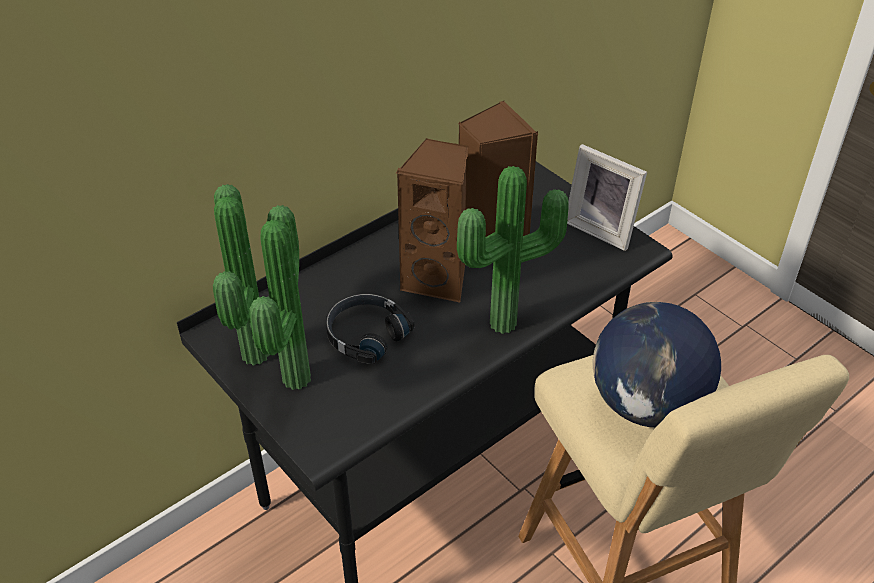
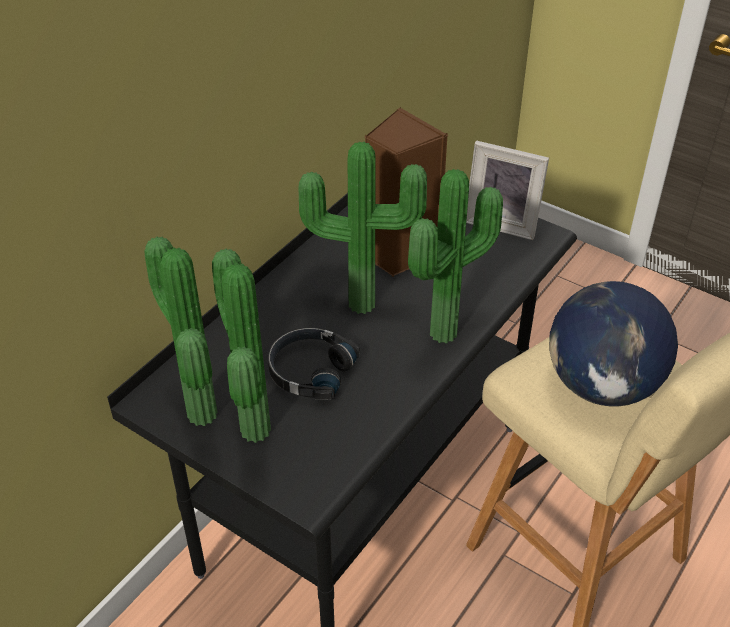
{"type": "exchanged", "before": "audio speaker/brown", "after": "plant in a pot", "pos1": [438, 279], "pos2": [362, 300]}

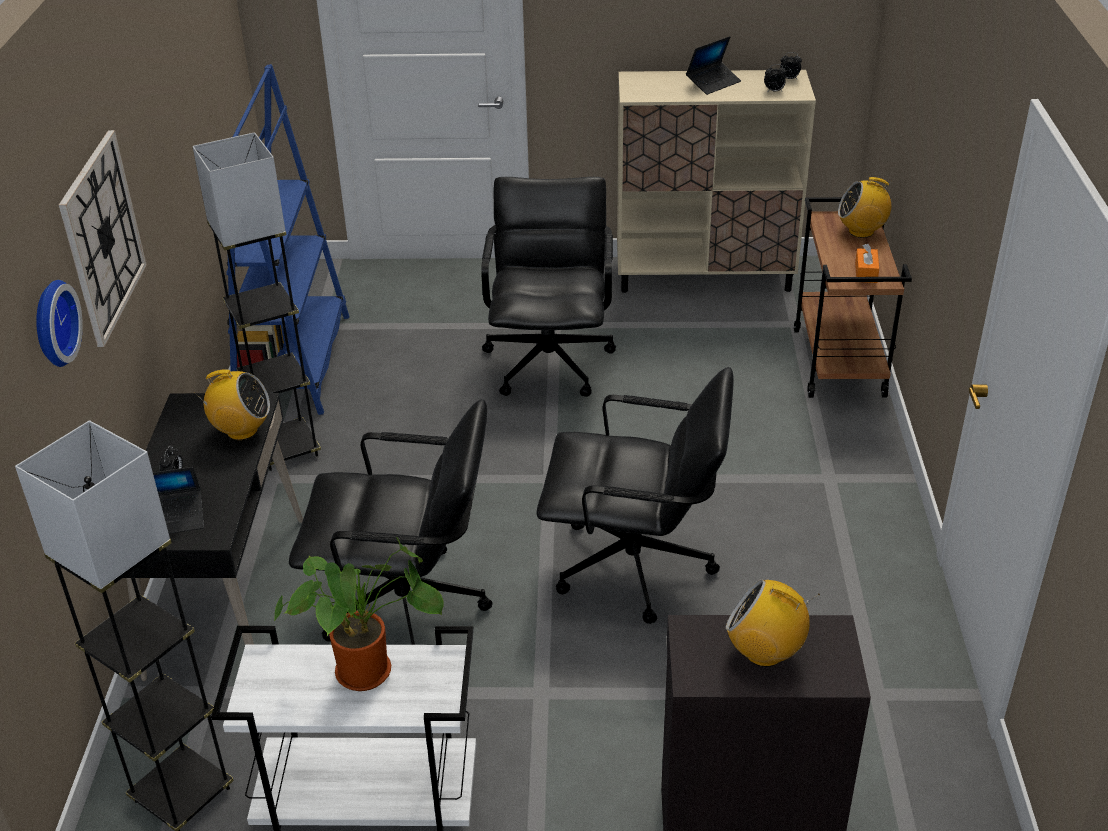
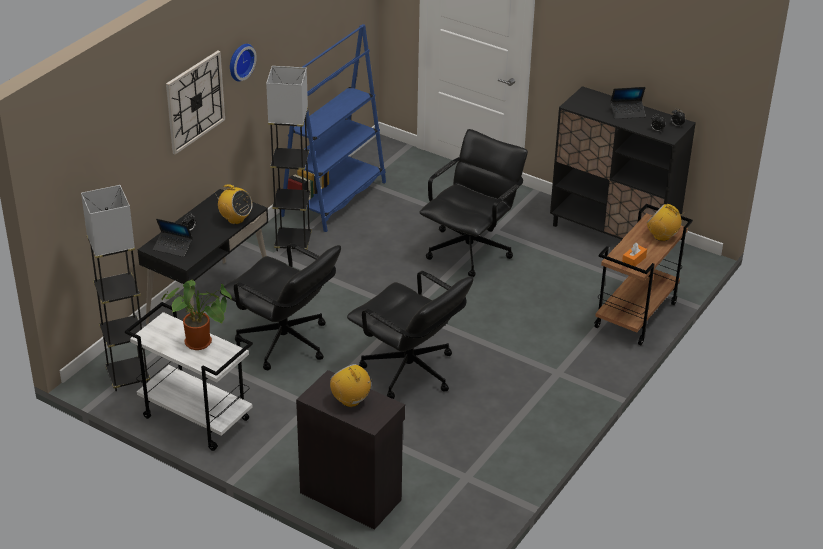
{"type": "colour", "before": "cabinet/sand-coloured", "after": "cabinet/black-coloured", "pos1": [705, 276], "pos2": [613, 234]}
{"type": "relocated", "before": "clock on the wall", "pos1": [51, 323], "pos2": [239, 61]}

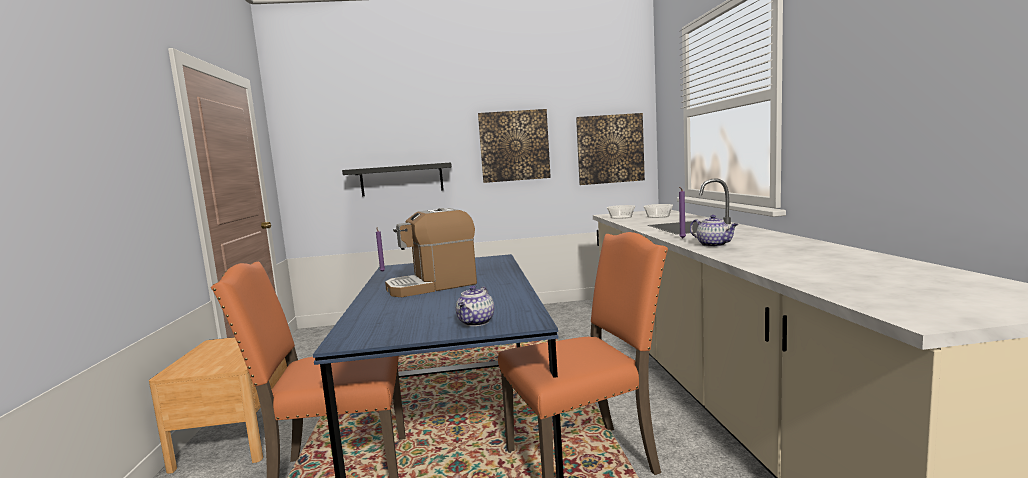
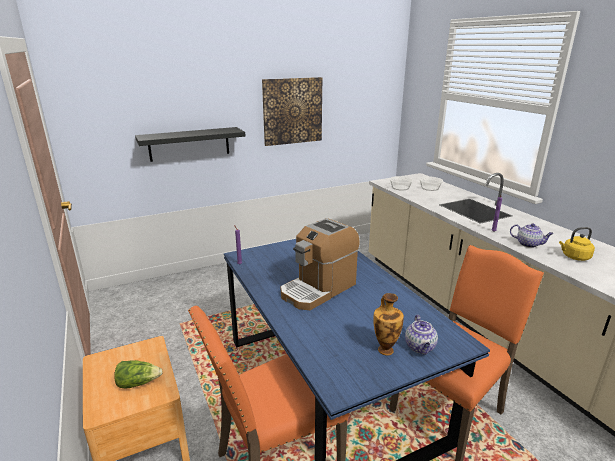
{"type": "missing", "before": "picture", "pos1": [610, 149]}
{"type": "appeared", "after": "water kettle/yellowish", "pos2": [574, 257]}
{"type": "appeared", "after": "flower vase", "pos2": [385, 349]}
{"type": "appeared", "after": "lettuce head", "pos2": [138, 383]}

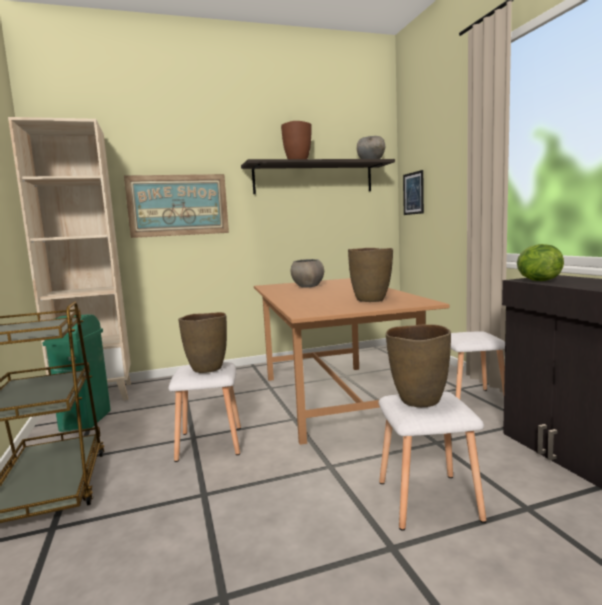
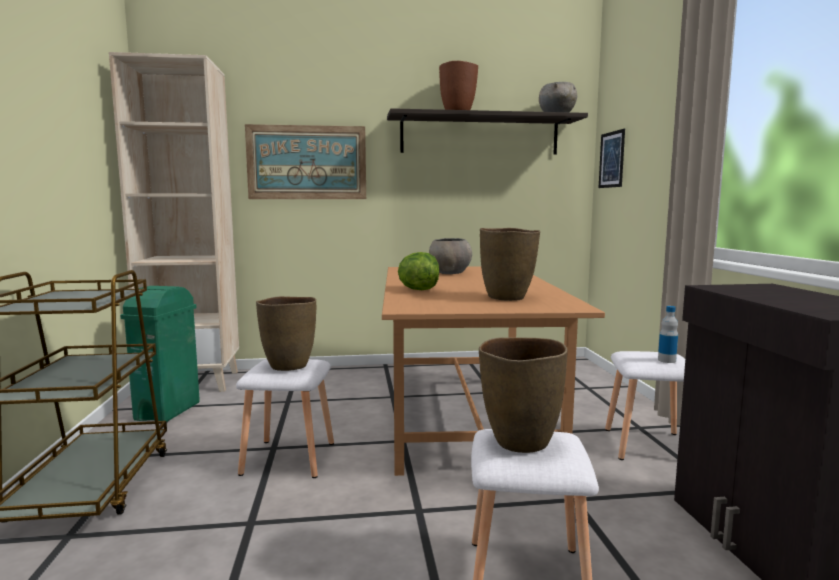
{"type": "relocated", "before": "lettuce head", "pos1": [537, 281], "pos2": [418, 289]}
{"type": "appeared", "after": "drink bottle", "pos2": [666, 360]}

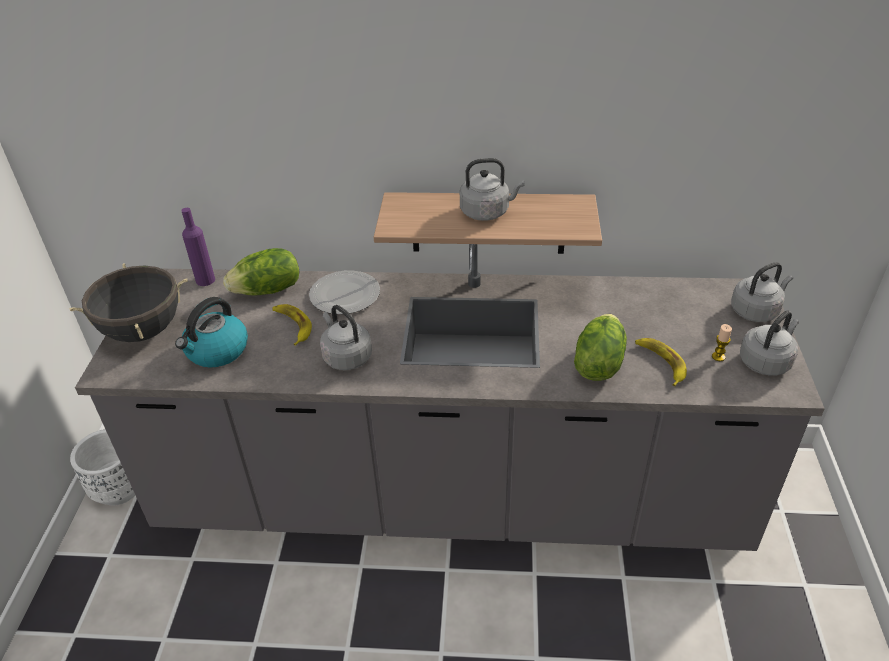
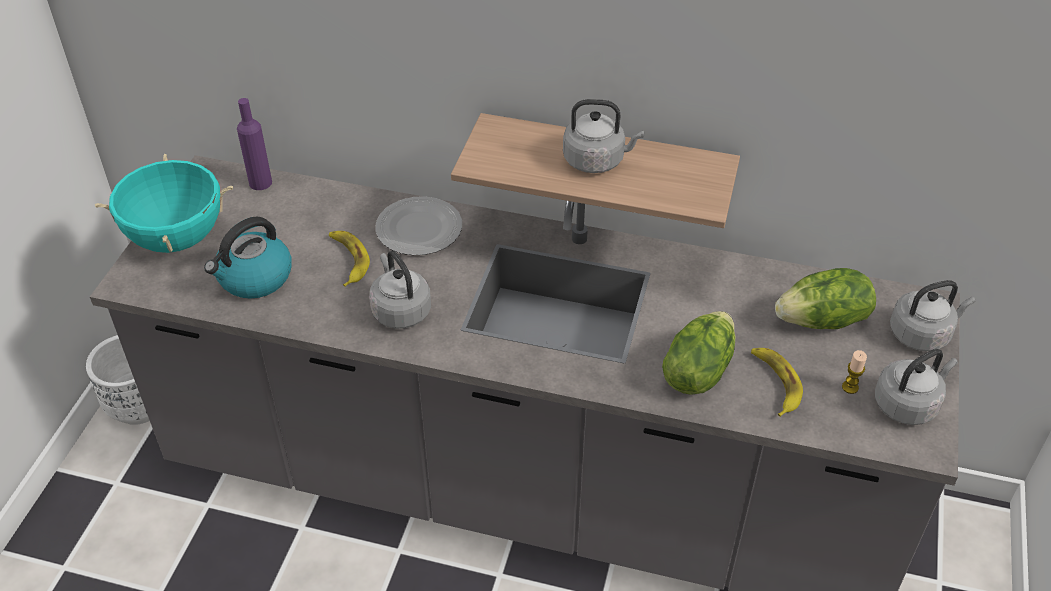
{"type": "relocated", "before": "lettuce head", "pos1": [268, 290], "pos2": [823, 321]}
{"type": "colour", "before": "stockpot/black-coloured", "after": "stockpot/blue-green", "pos1": [143, 331], "pos2": [177, 238]}

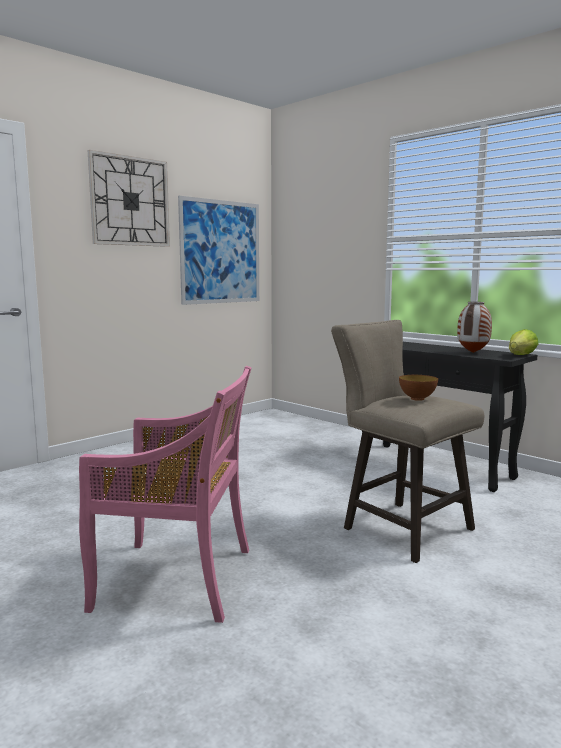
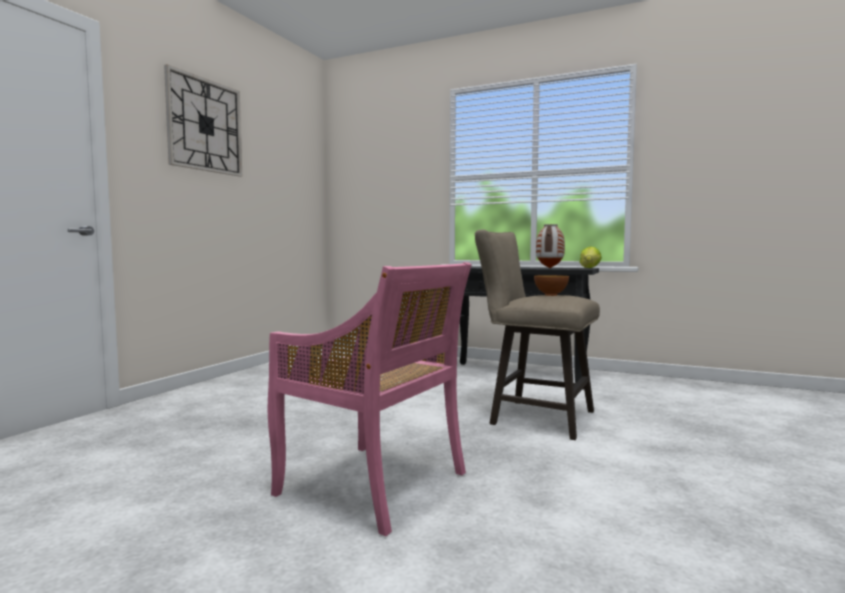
{"type": "missing", "before": "picture", "pos1": [221, 252]}
{"type": "spun", "before": "chair/pink-coloured", "pos1": [178, 579], "pos2": [375, 485], "turn": 45}

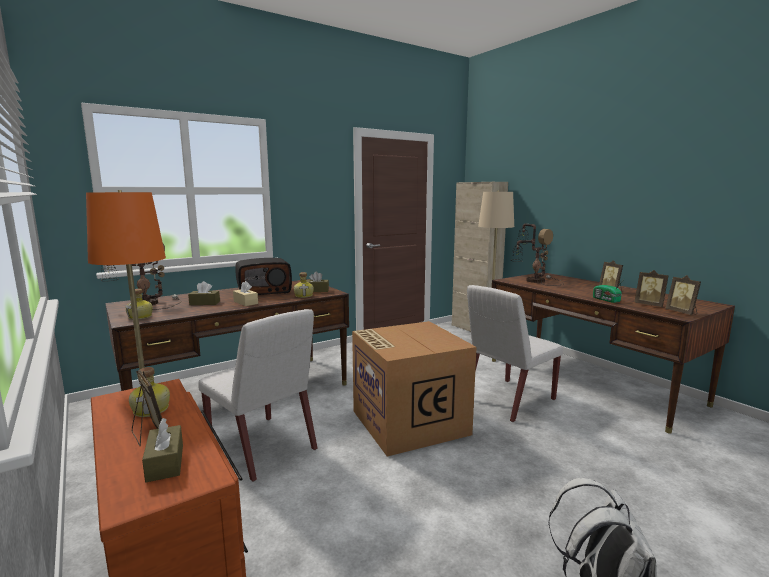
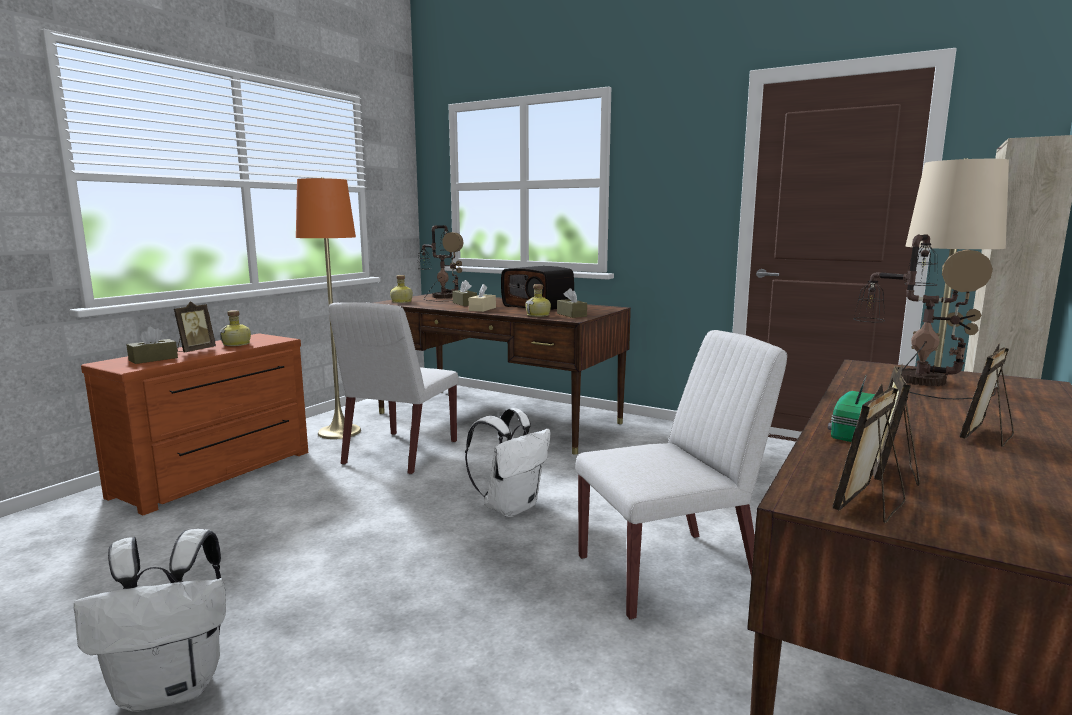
{"type": "spun", "before": "chair/whitish", "pos1": [508, 400], "pos2": [669, 572], "turn": 135}
{"type": "exchanged", "before": "packing box", "after": "rucksack/whitish", "pos1": [407, 422], "pos2": [511, 507]}

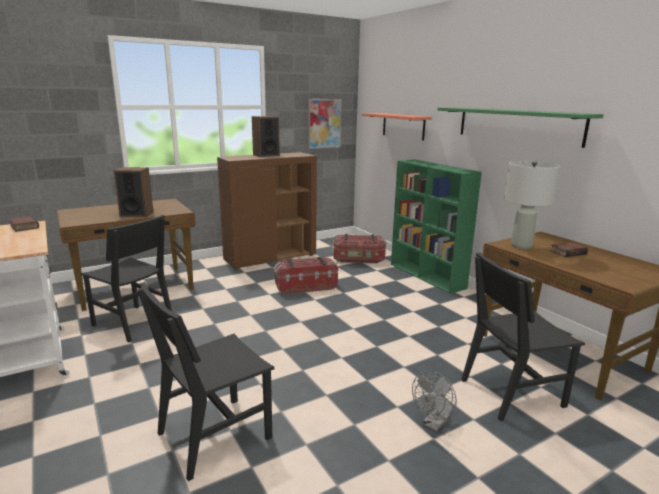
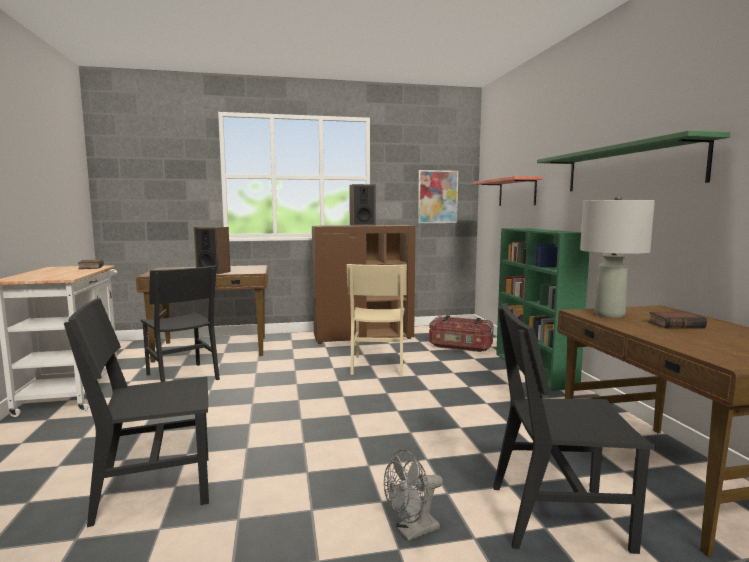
{"type": "exchanged", "before": "storage bin", "after": "chair/sand-coloured", "pos1": [305, 287], "pos2": [377, 365]}

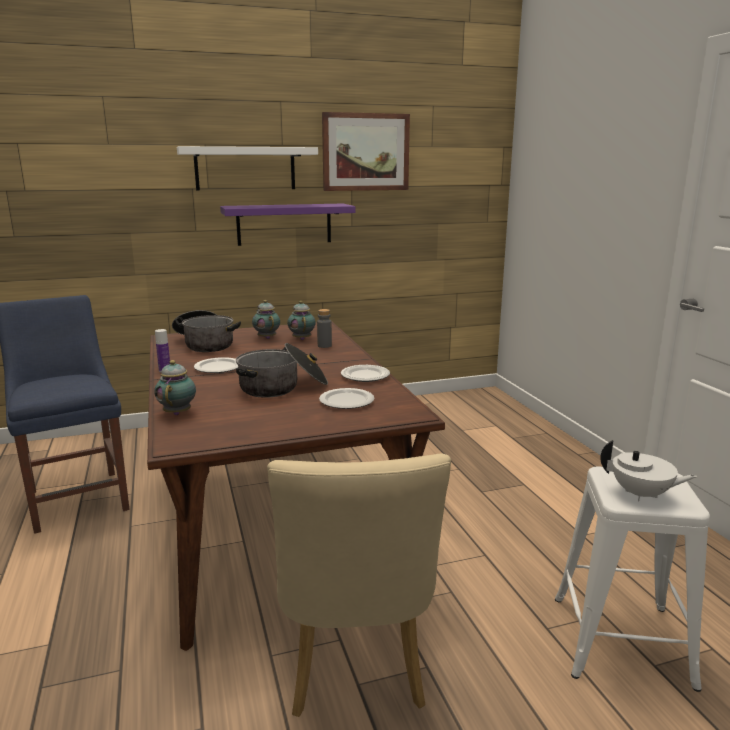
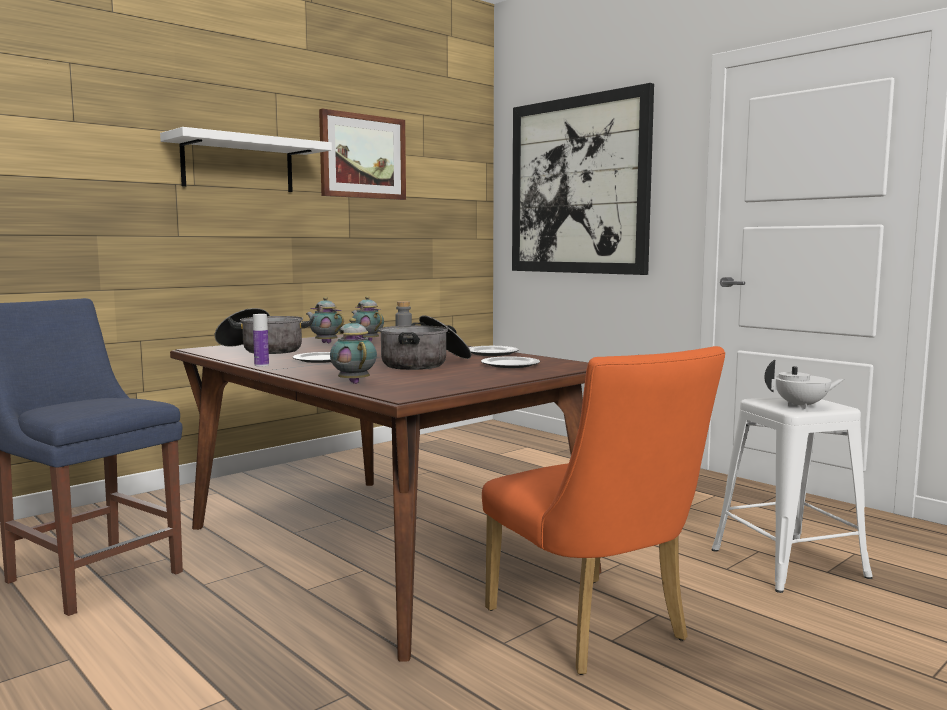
{"type": "missing", "before": "bracket shelf/purple-coloured", "pos1": [284, 224]}
{"type": "colour", "before": "chair/sand-coloured", "after": "chair/orange", "pos1": [354, 667], "pos2": [594, 630]}
{"type": "appeared", "after": "picture", "pos2": [578, 186]}

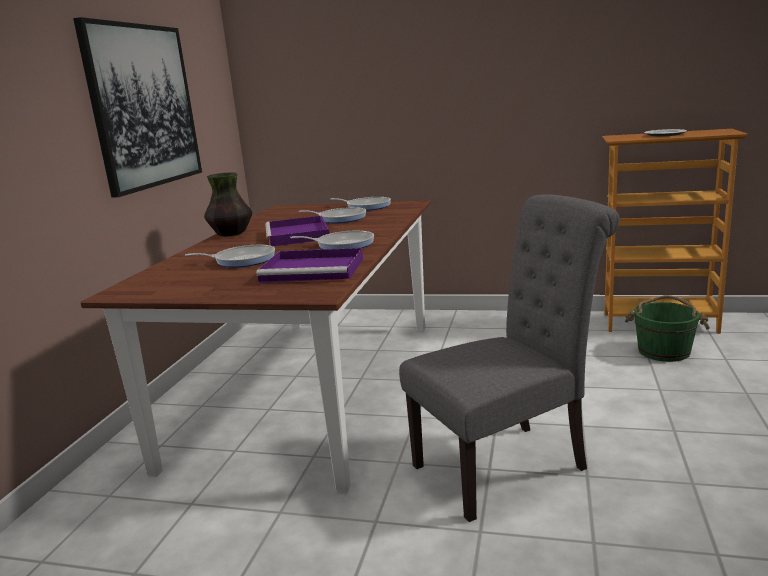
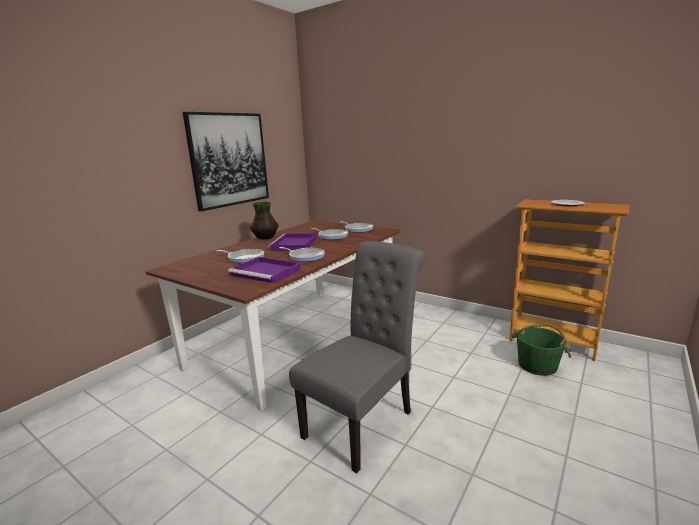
{"type": "spun", "before": "chair/gray", "pos1": [509, 464], "pos2": [363, 421], "turn": -45}

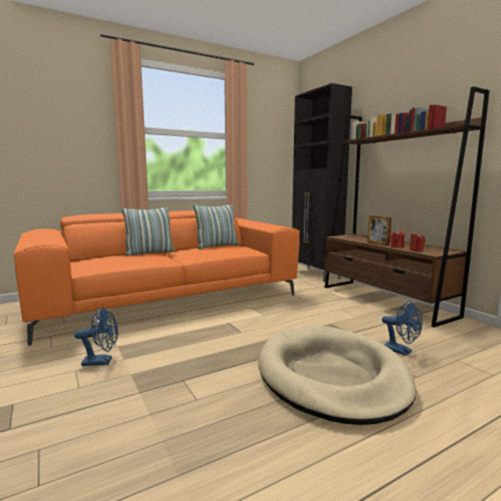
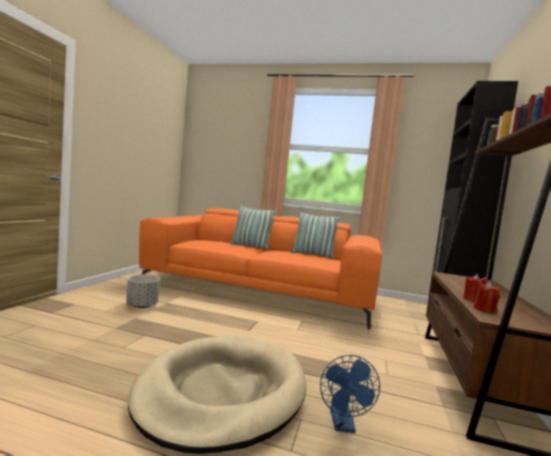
{"type": "missing", "before": "photo frame", "pos1": [378, 244]}
{"type": "exchanged", "before": "cooling fan/blue", "after": "flower pot/gray", "pos1": [102, 361], "pos2": [142, 305]}

